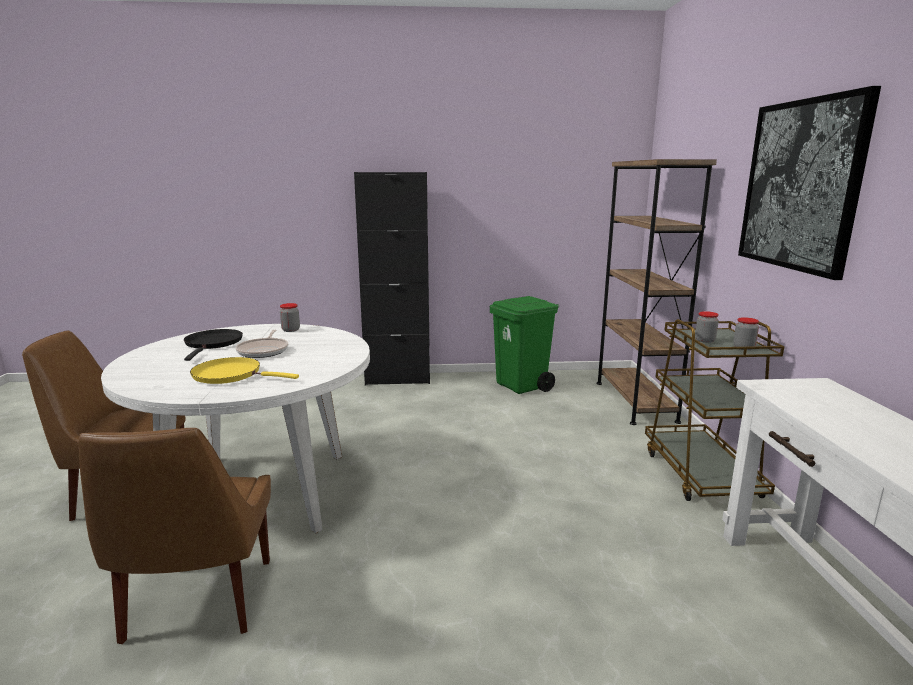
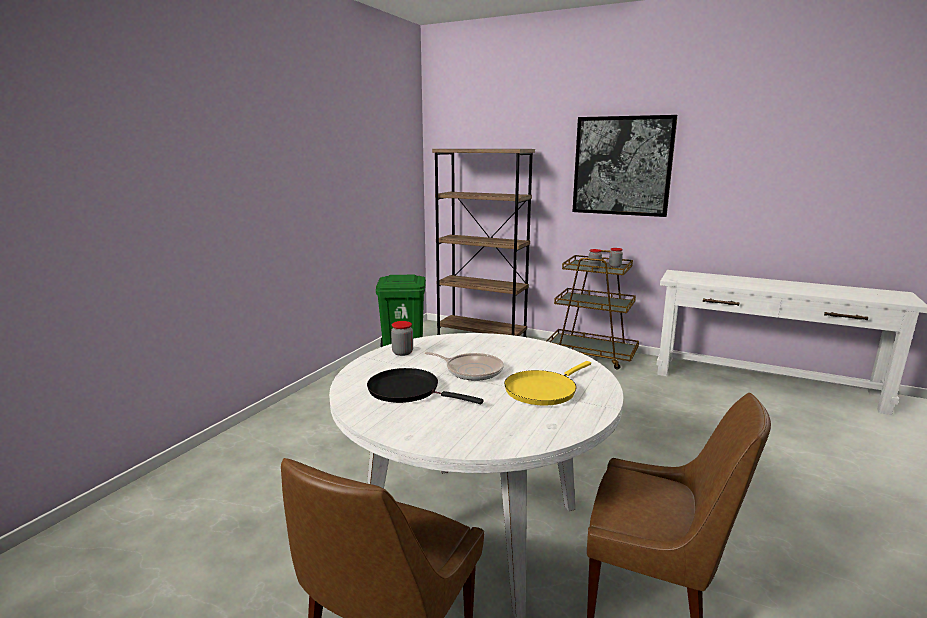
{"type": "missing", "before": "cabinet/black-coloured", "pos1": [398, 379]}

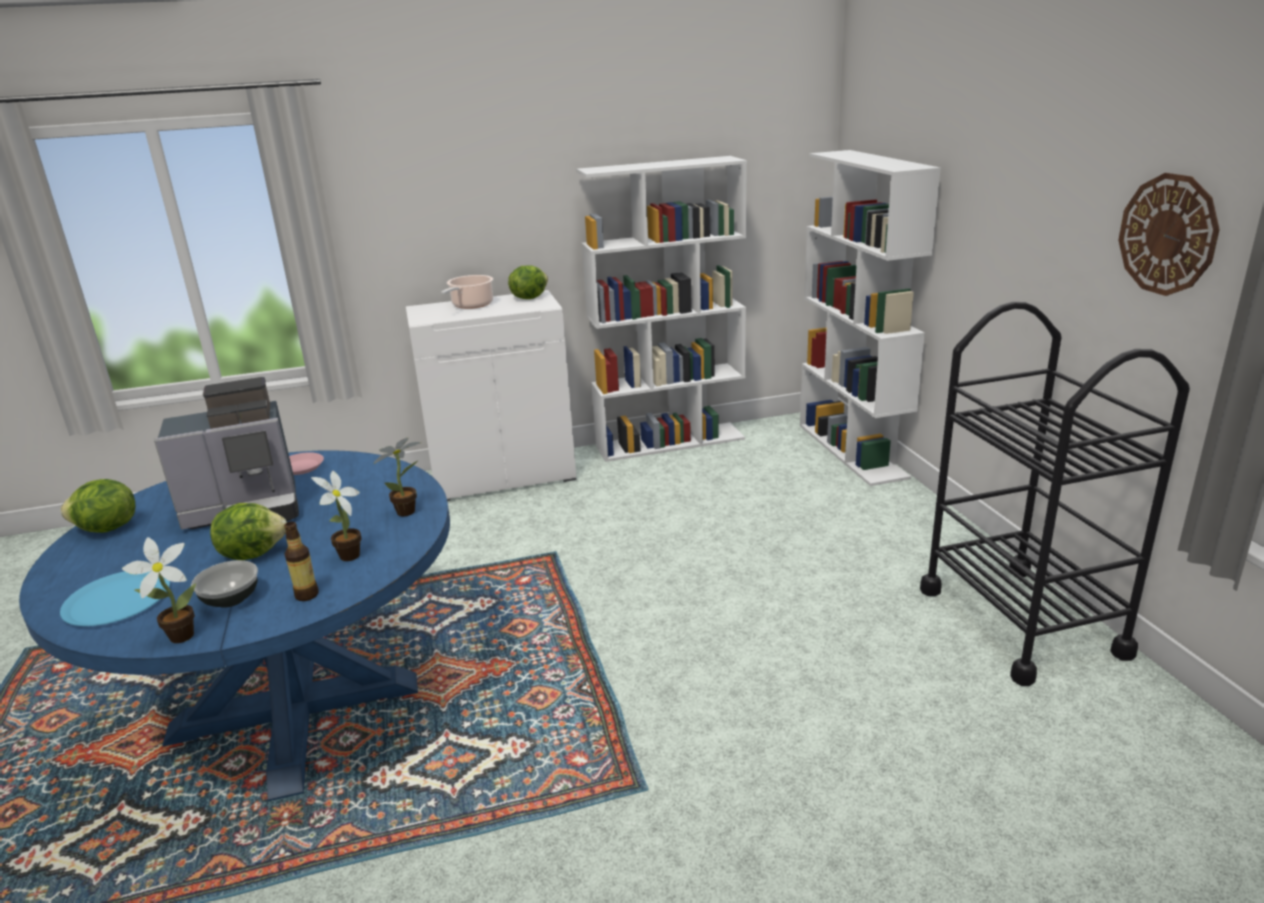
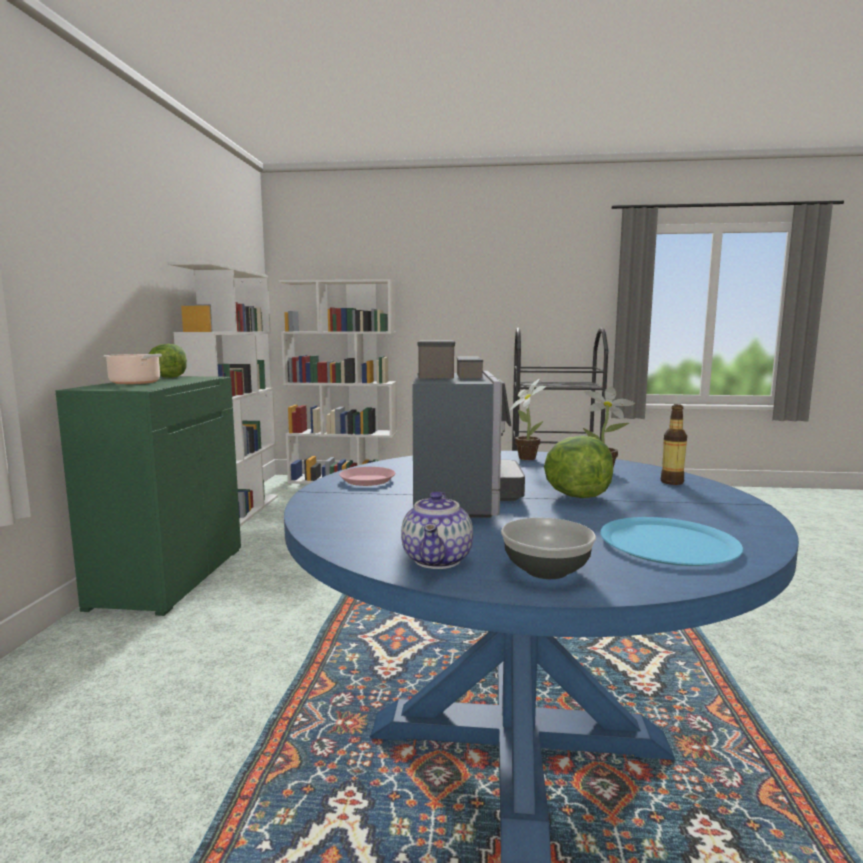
{"type": "missing", "before": "clock on the wall", "pos1": [1168, 234]}
{"type": "colour", "before": "cabinet/whitish", "after": "cabinet/greenish", "pos1": [503, 475], "pos2": [169, 577]}
{"type": "exchanged", "before": "lettuce head", "after": "pot for tea", "pos1": [107, 529], "pos2": [438, 560]}
{"type": "missing", "before": "plant in a pot", "pos1": [178, 636]}
{"type": "relocated", "before": "deep dish", "pos1": [231, 599], "pos2": [547, 570]}

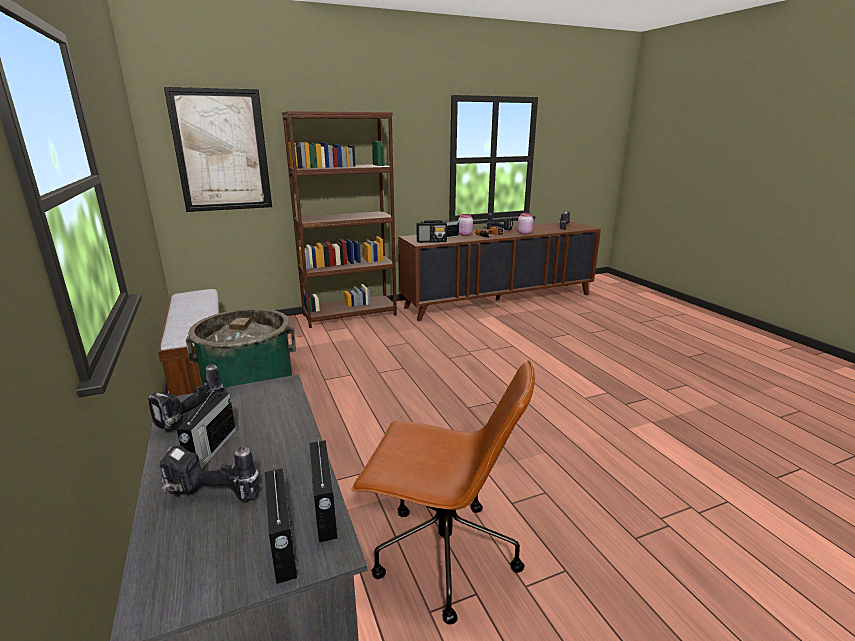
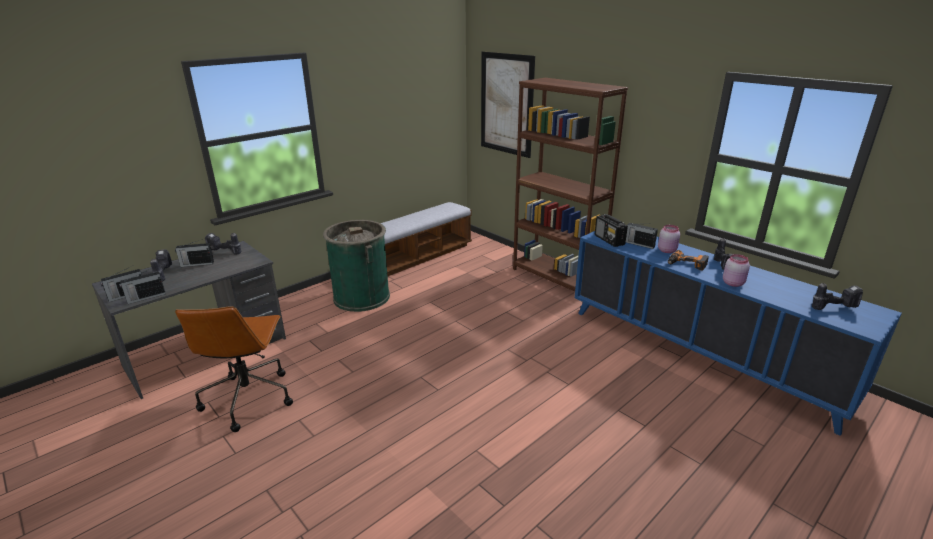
{"type": "colour", "before": "cabinet/brown", "after": "cabinet/blue", "pos1": [499, 301], "pos2": [699, 353]}

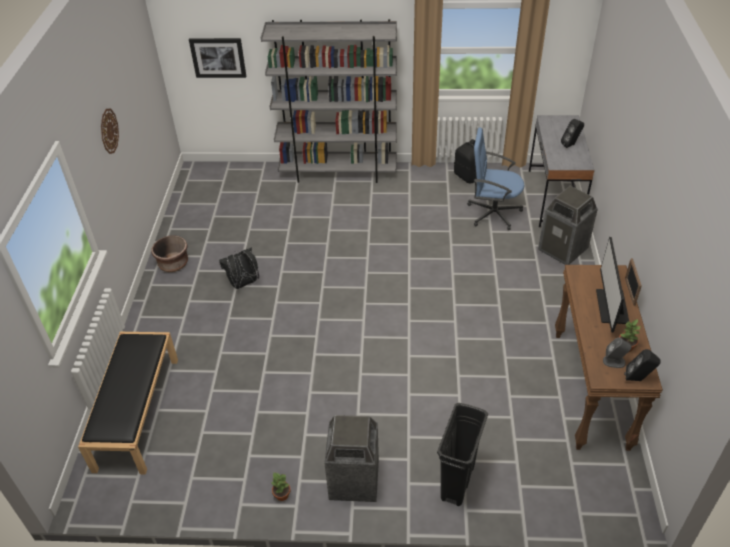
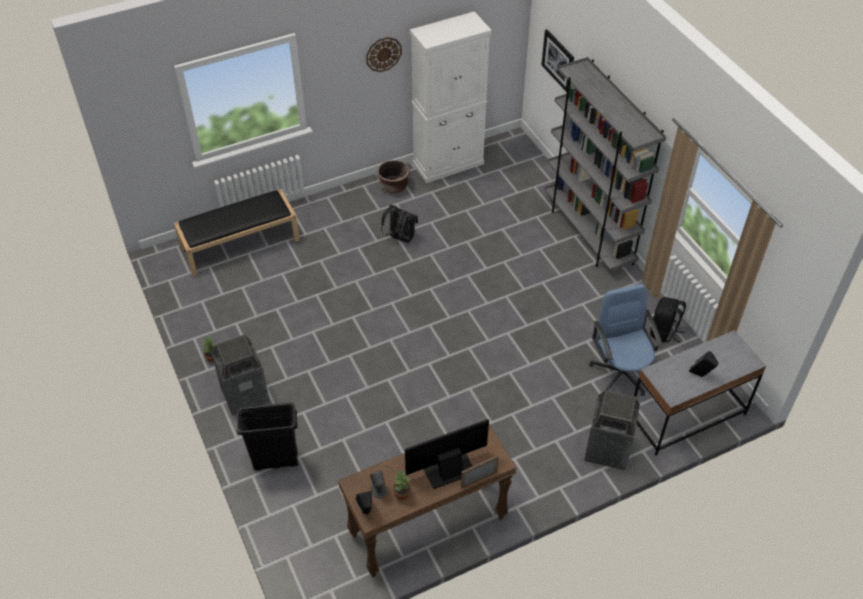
{"type": "appeared", "after": "cabinet/whitish", "pos2": [448, 164]}

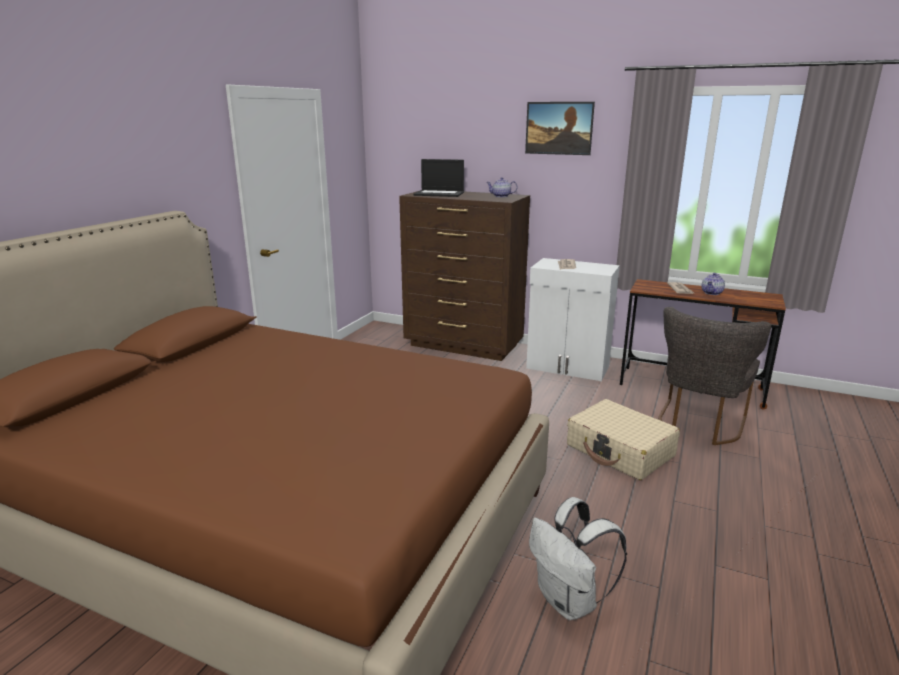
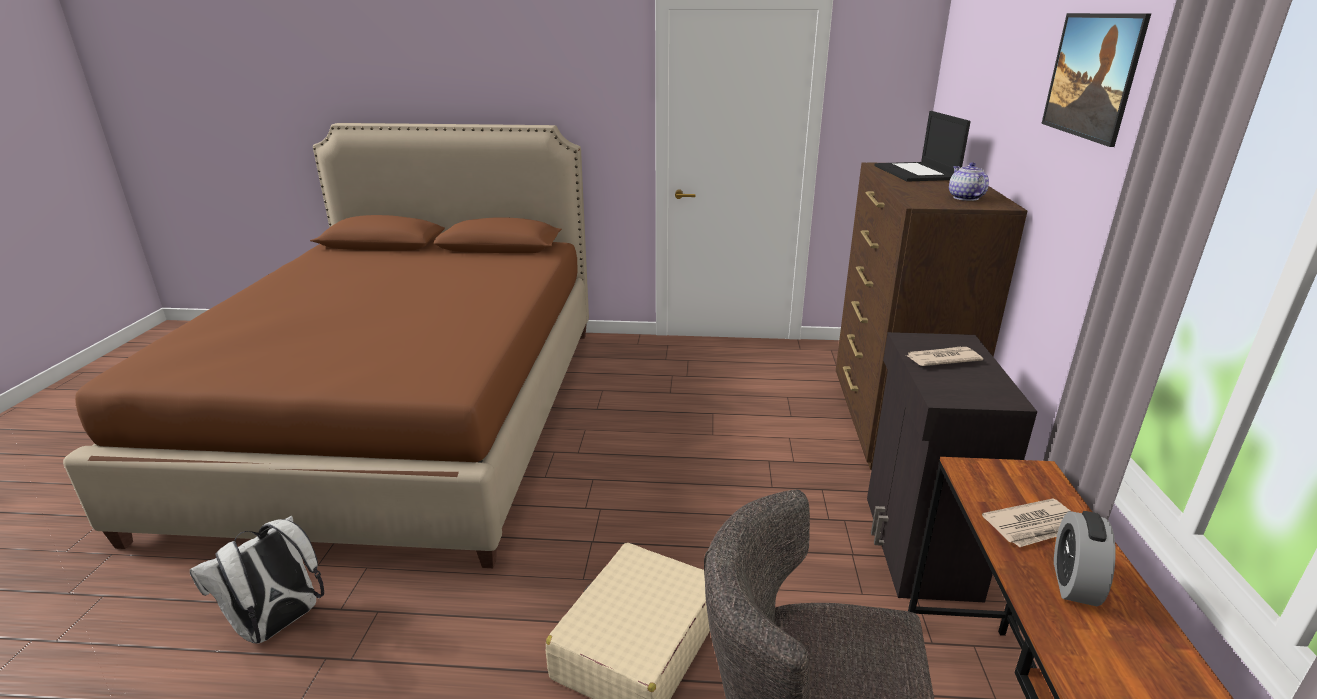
{"type": "colour", "before": "cabinet/whitish", "after": "cabinet/black-coloured", "pos1": [568, 367], "pos2": [917, 546]}
{"type": "exchanged", "before": "pot for tea", "after": "table clock", "pos1": [712, 293], "pos2": [1074, 583]}

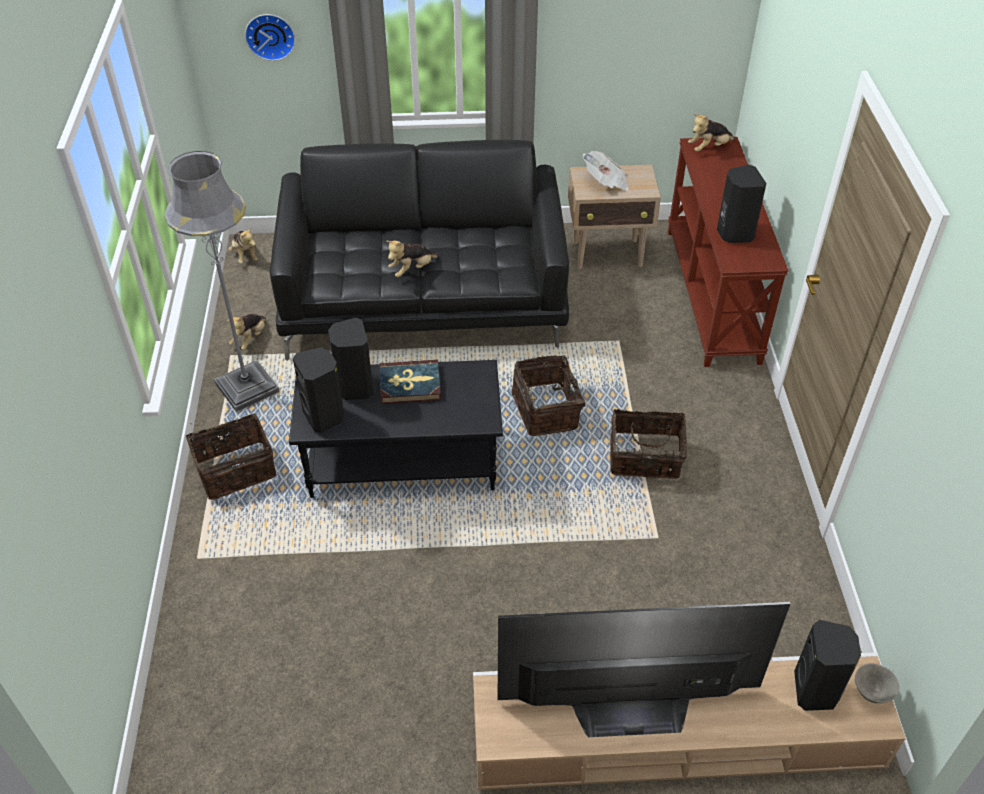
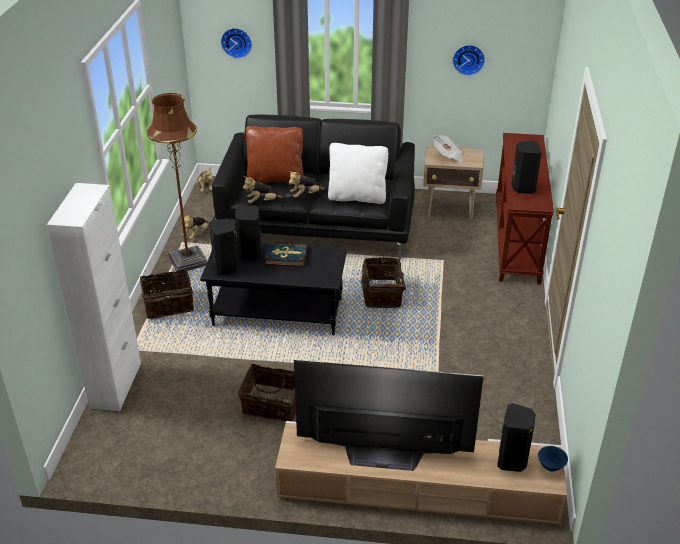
{"type": "relocated", "before": "cuddly toy", "pos1": [709, 148], "pos2": [263, 202]}
{"type": "colour", "before": "standard lamp/gray", "after": "standard lamp/brown", "pos1": [247, 388], "pos2": [188, 261]}
{"type": "relocated", "before": "storage basket", "pos1": [645, 459], "pos2": [272, 405]}
{"type": "colour", "before": "deep dish/gray", "after": "deep dish/blue", "pos1": [871, 693], "pos2": [550, 467]}
{"type": "appeared", "after": "clock on the wall", "pos2": [468, 59]}
{"type": "appeared", "after": "cushion/brown", "pos2": [275, 178]}
{"type": "appeared", "after": "cushion/whitish", "pos2": [357, 197]}
{"type": "appeared", "after": "cabinet/whitish", "pos2": [116, 385]}

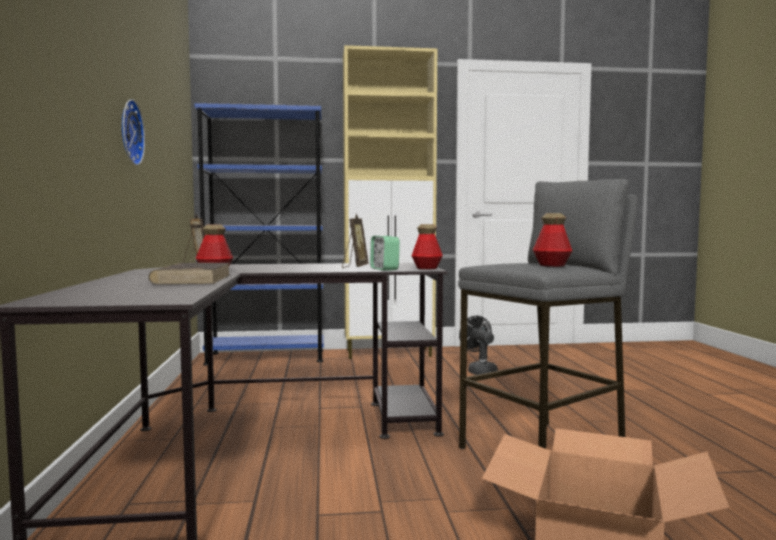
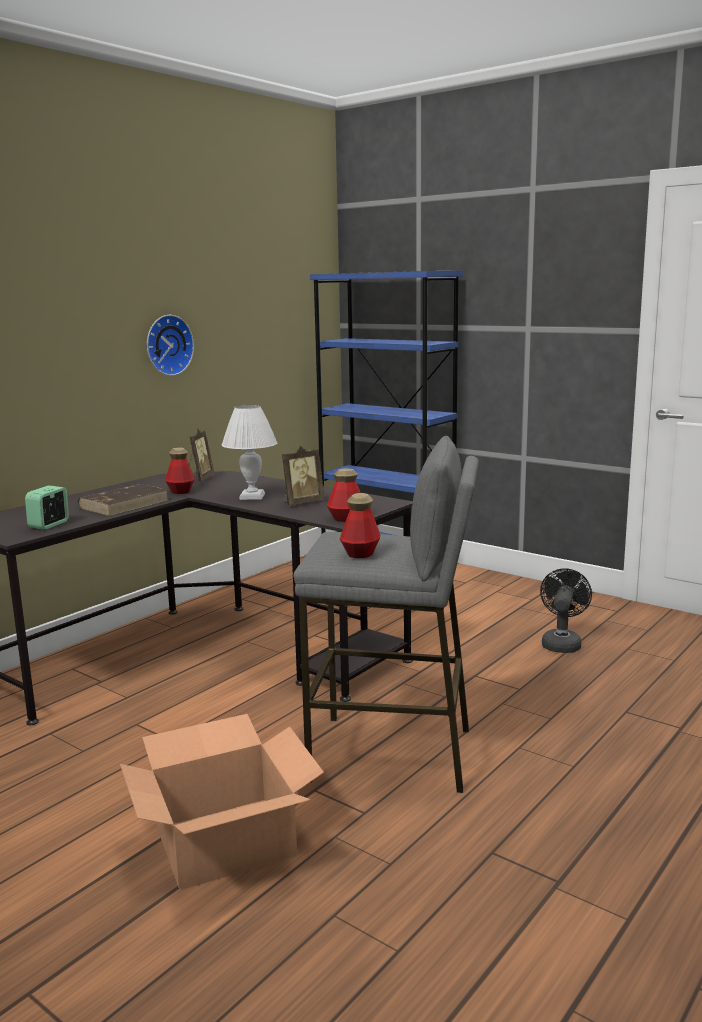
{"type": "missing", "before": "cabinet/sand-coloured", "pos1": [390, 353]}
{"type": "relocated", "before": "table clock", "pos1": [384, 269], "pos2": [49, 525]}
{"type": "appeared", "after": "lamp for a table/whitish", "pos2": [252, 496]}

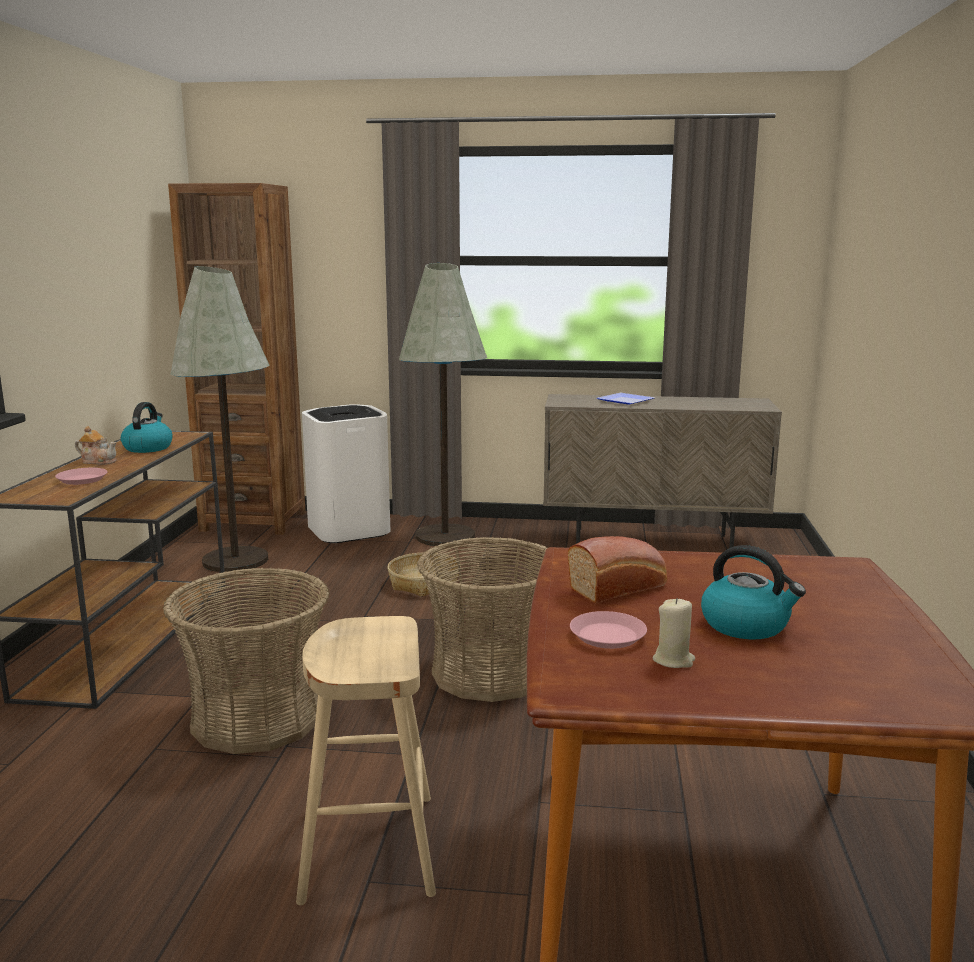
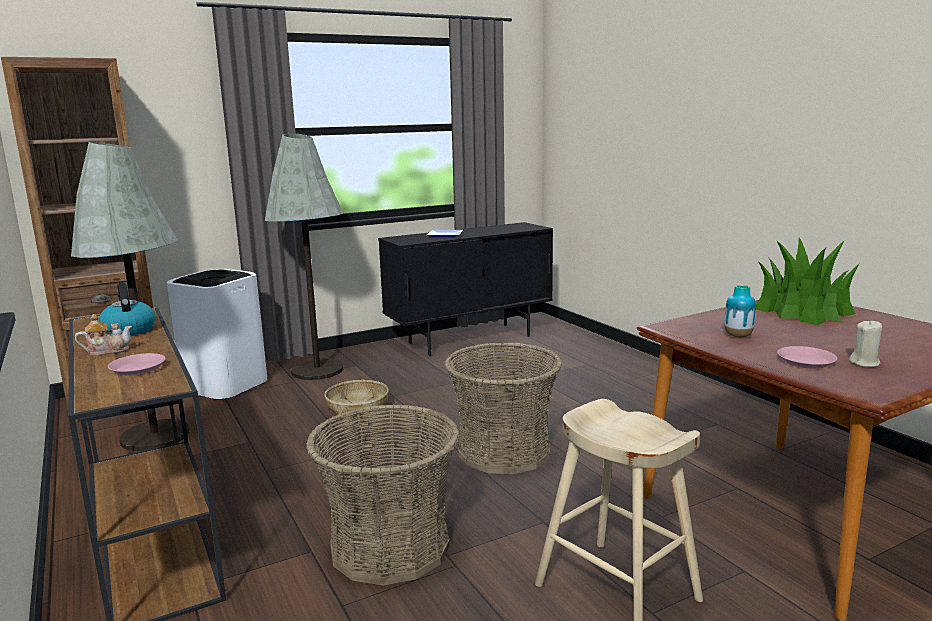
{"type": "colour", "before": "cabinet/sand-coloured", "after": "cabinet/black-coloured", "pos1": [652, 542], "pos2": [470, 339]}
{"type": "exchanged", "before": "bread", "after": "flower vase", "pos1": [620, 587], "pos2": [738, 336]}
{"type": "missing", "before": "water kettle", "pos1": [746, 625]}
{"type": "appeared", "after": "plant in a pot", "pos2": [802, 311]}

